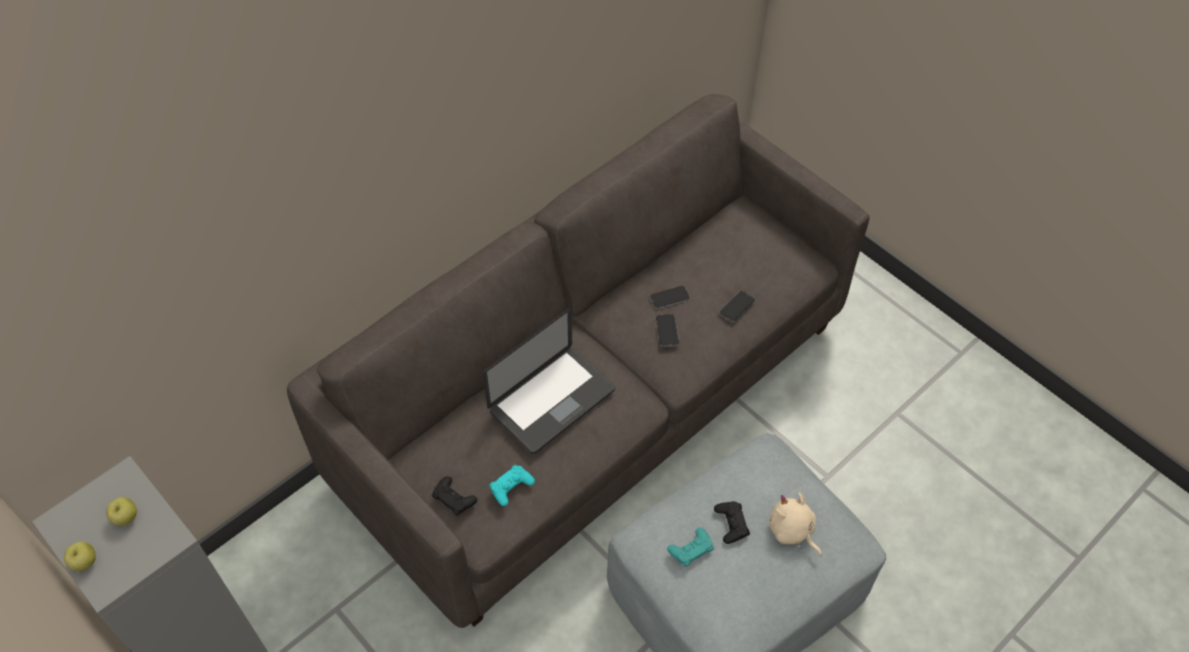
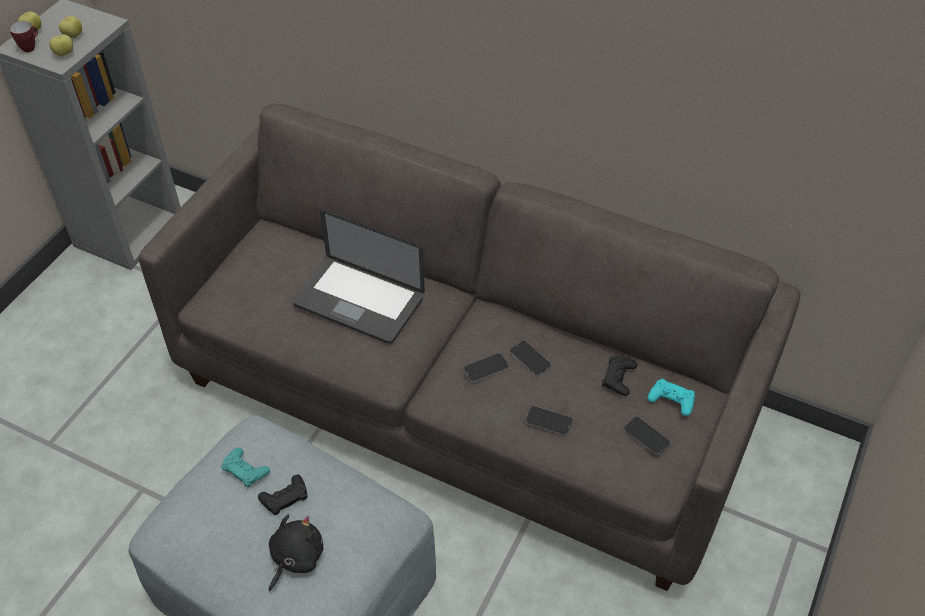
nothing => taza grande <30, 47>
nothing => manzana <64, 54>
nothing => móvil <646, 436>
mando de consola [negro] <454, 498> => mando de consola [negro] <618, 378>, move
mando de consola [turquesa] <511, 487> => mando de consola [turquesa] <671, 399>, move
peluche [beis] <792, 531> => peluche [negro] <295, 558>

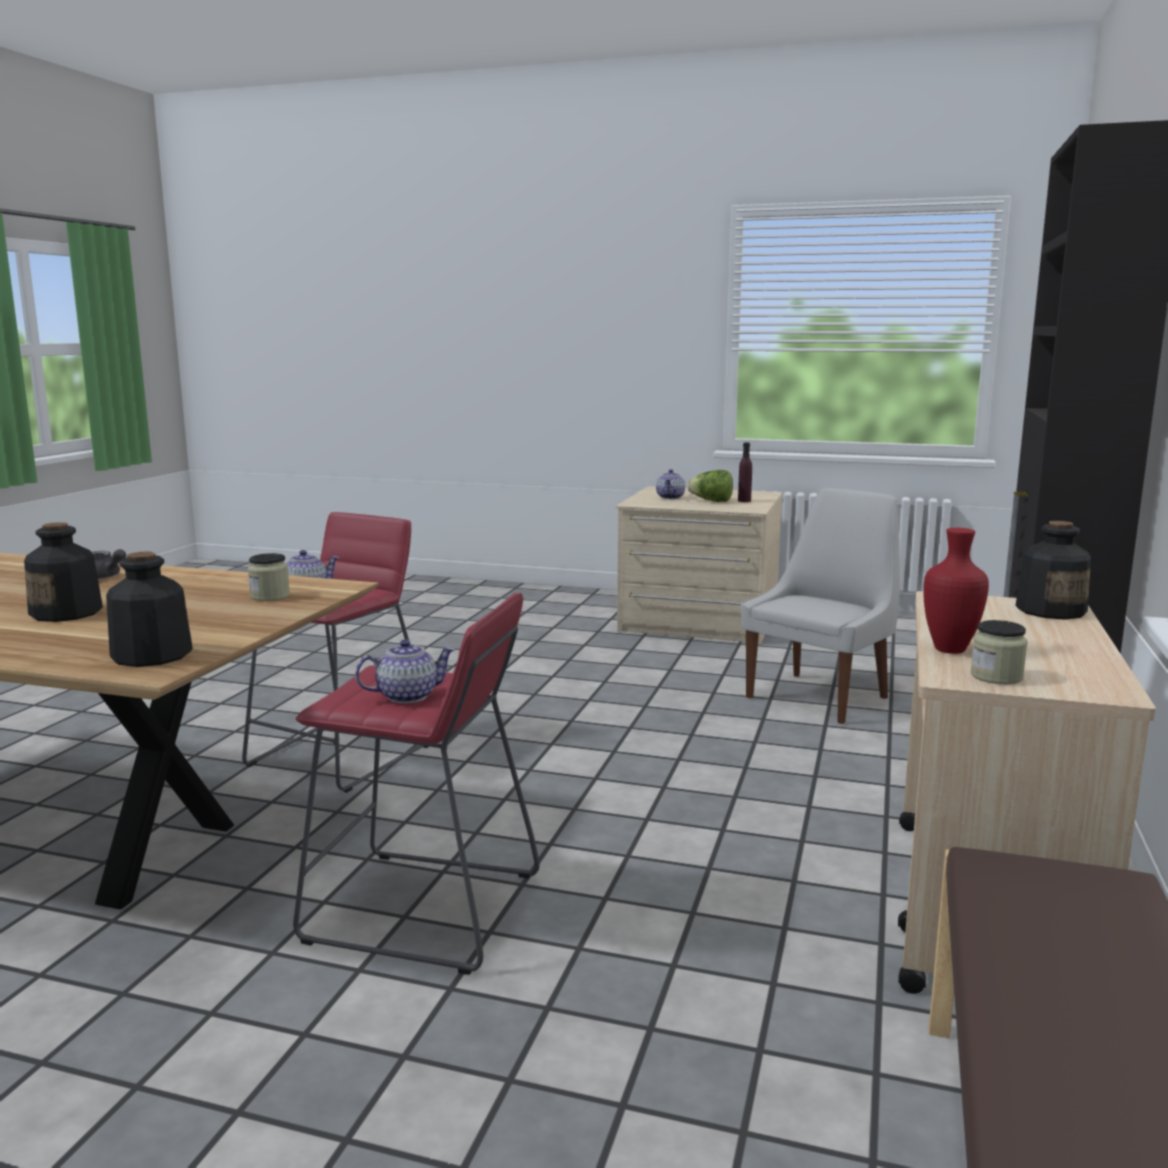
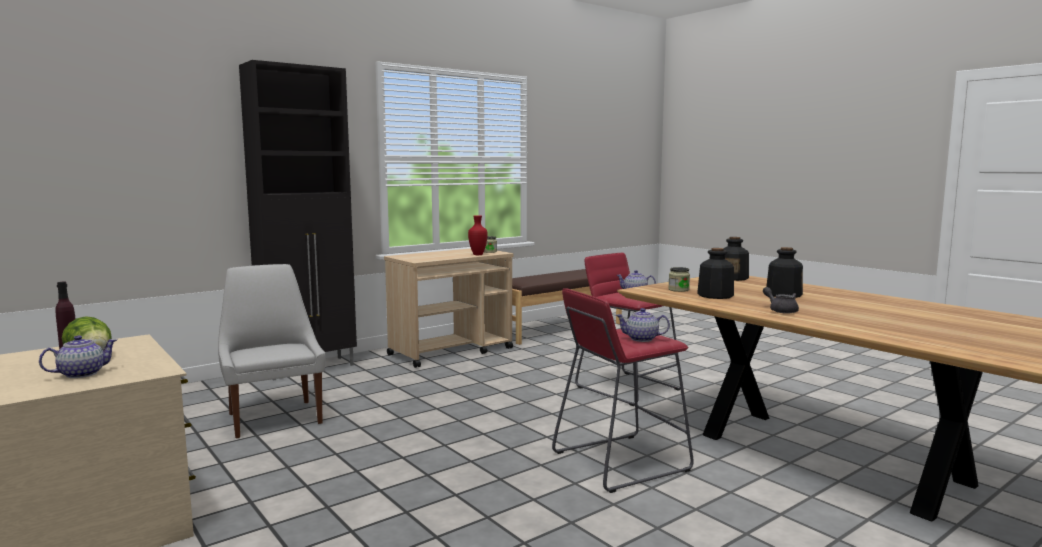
botella <1050, 610> => botella <715, 295>, move
silla [blanco] <820, 696> => silla [blanco] <274, 417>, 75 degrees clockwise

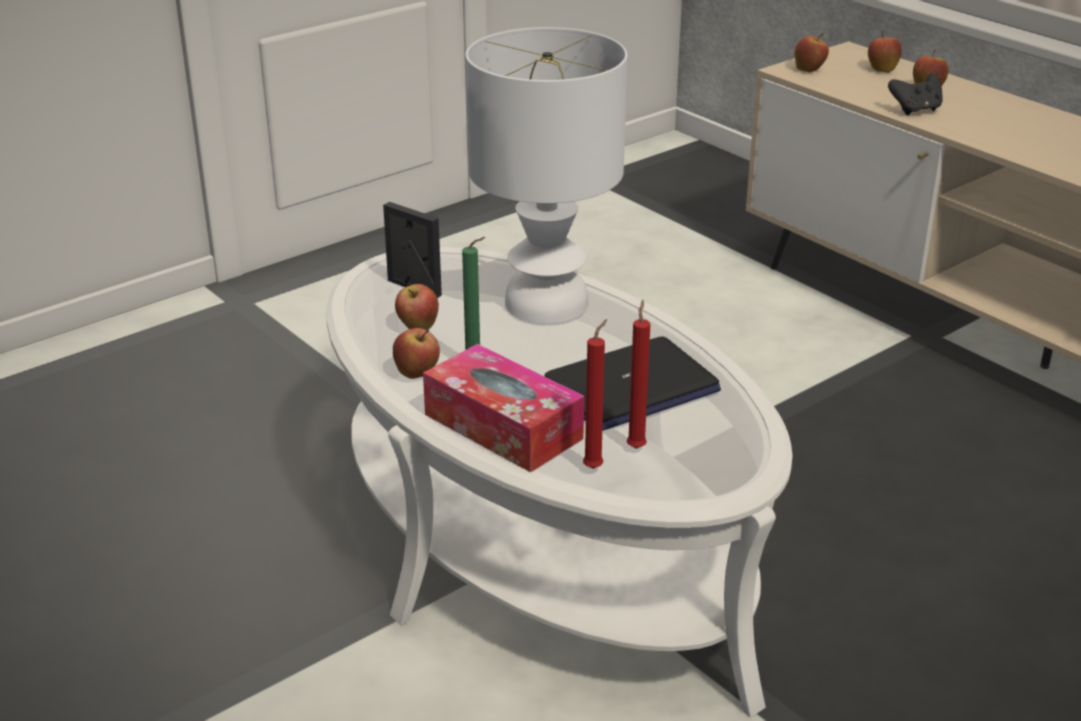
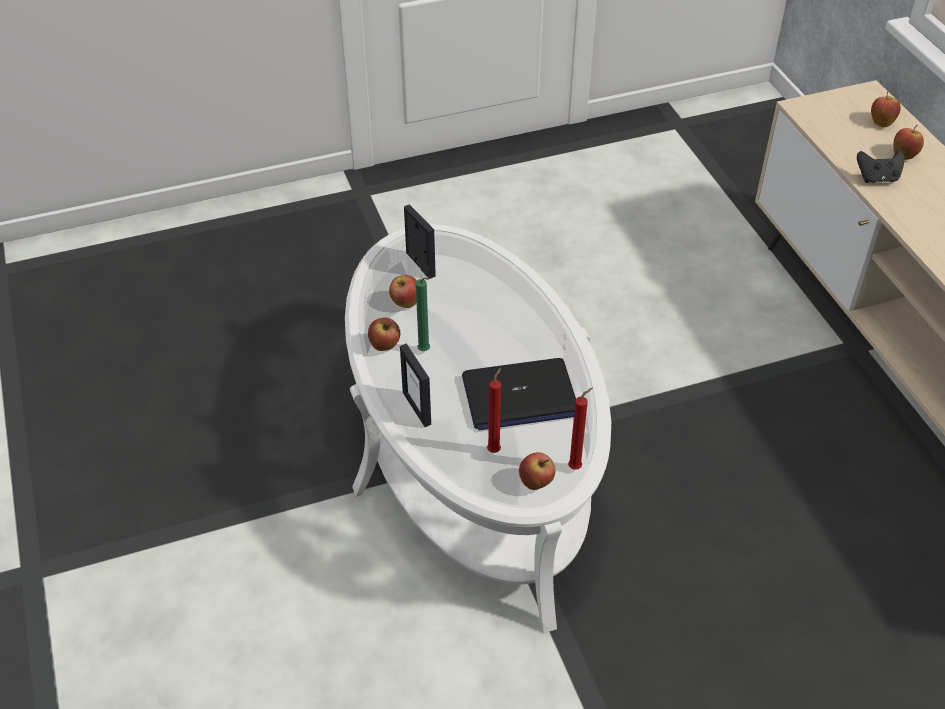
lámpara de mesa [blanco] <546, 304> => nothing
vela [rojo] <595, 467> => vela [rojo] <576, 467>, move
manzana <809, 70> => manzana <536, 483>, move
caja de pañuelos <503, 426> => portarretratos <417, 408>

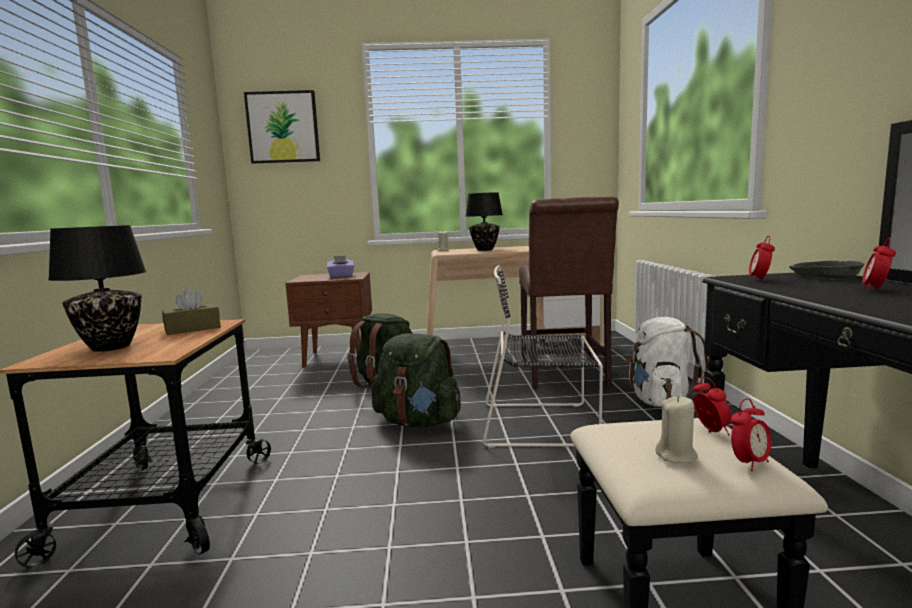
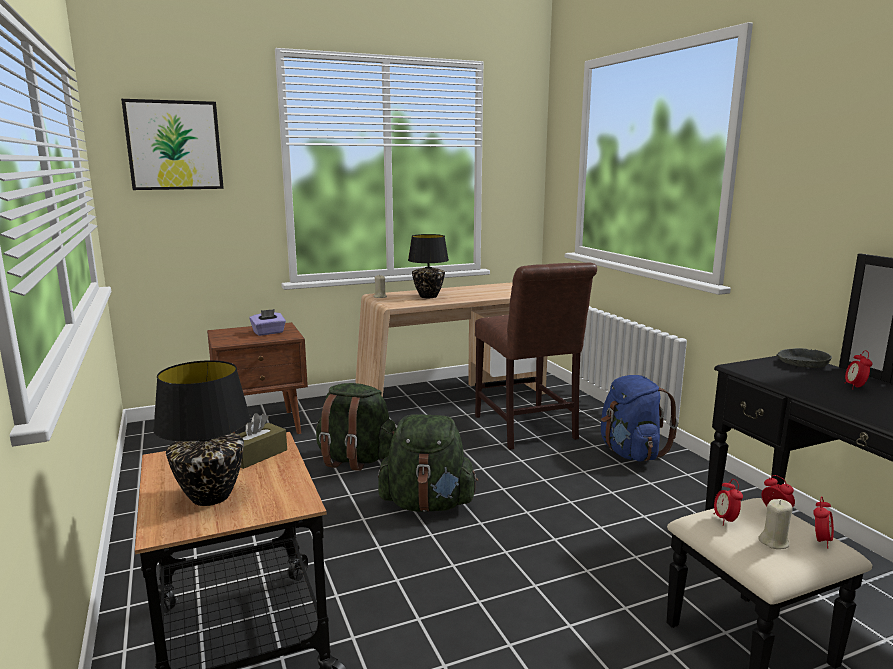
silla [negro] <542, 424> => nothing
despertador <759, 280> => despertador <725, 520>, move
mochila [blanco] <660, 401> => mochila [azul] <630, 453>

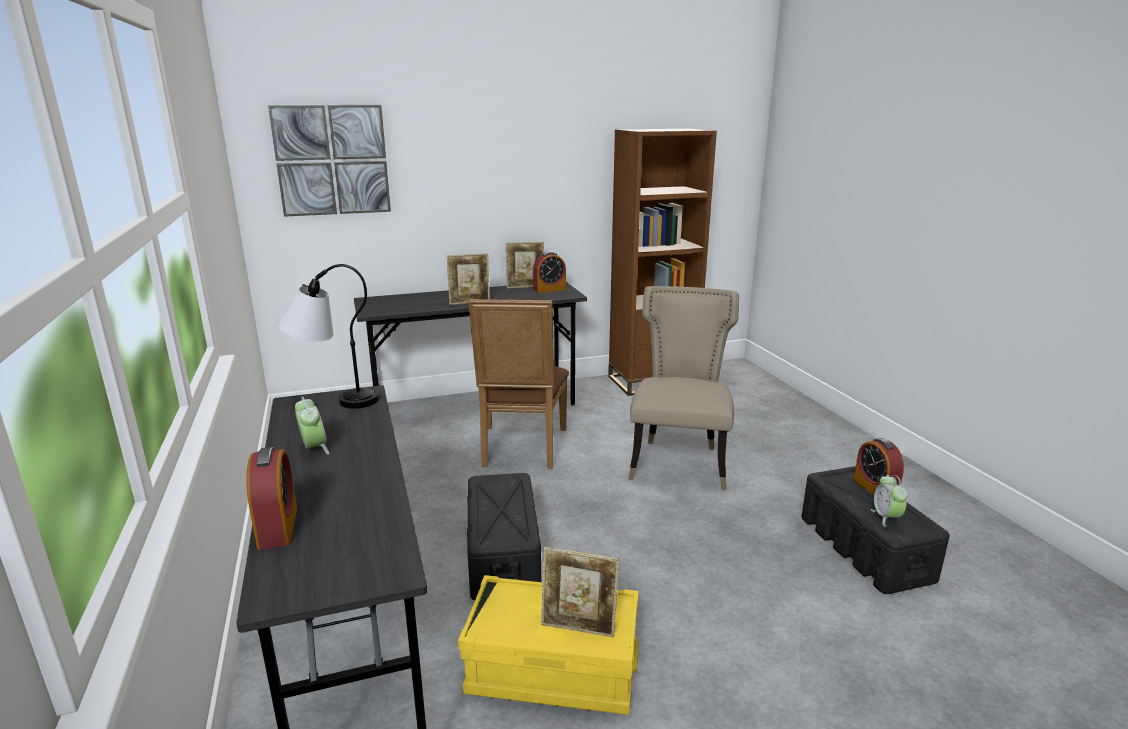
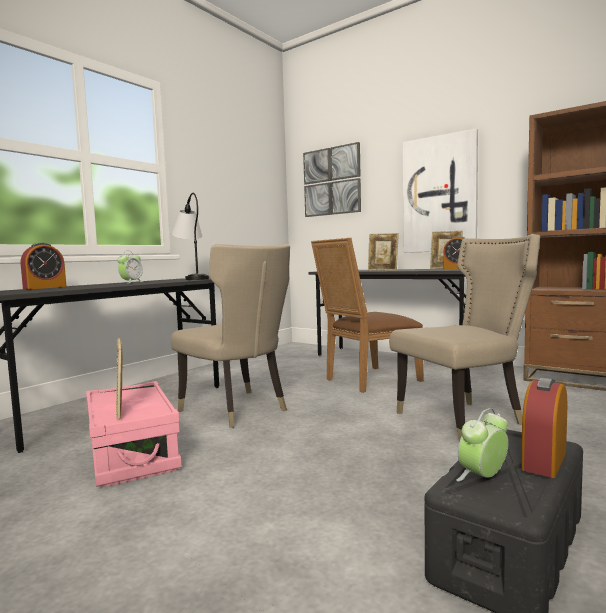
nothing => cuadro <439, 194>
caja de almacenaje [negro] <503, 556> => silla [beis] <238, 410>
caja de almacenaje [amarillo] <553, 670> => caja de almacenaje [rosa] <132, 454>

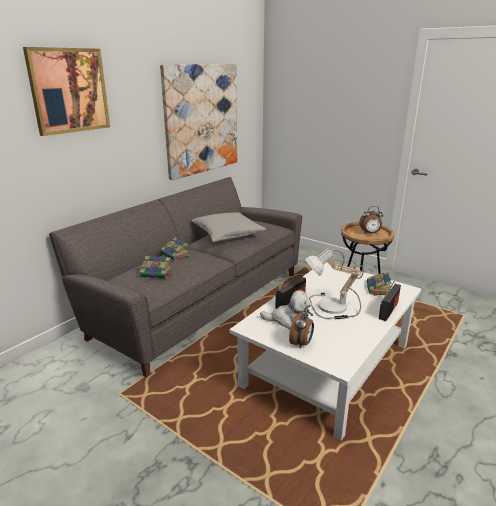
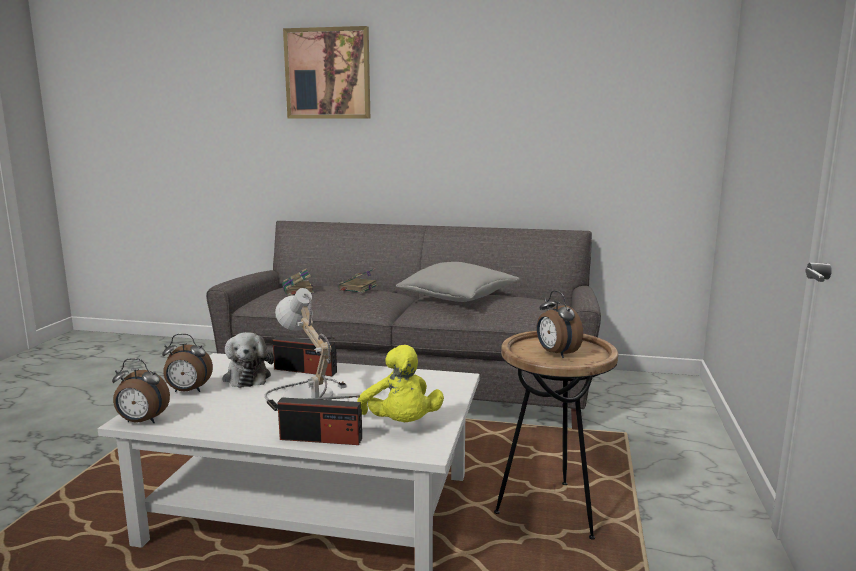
cuadro <202, 119> => nothing
nothing => despertador <142, 421>
libro <378, 289> => peluche [amarillo] <401, 424>

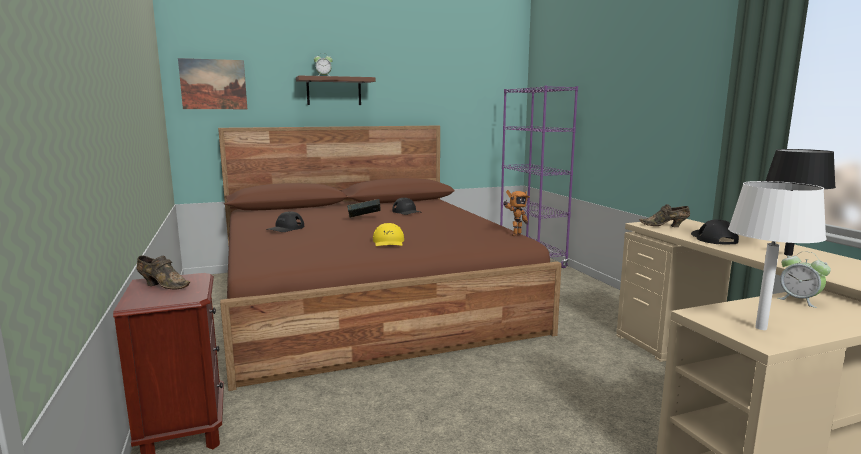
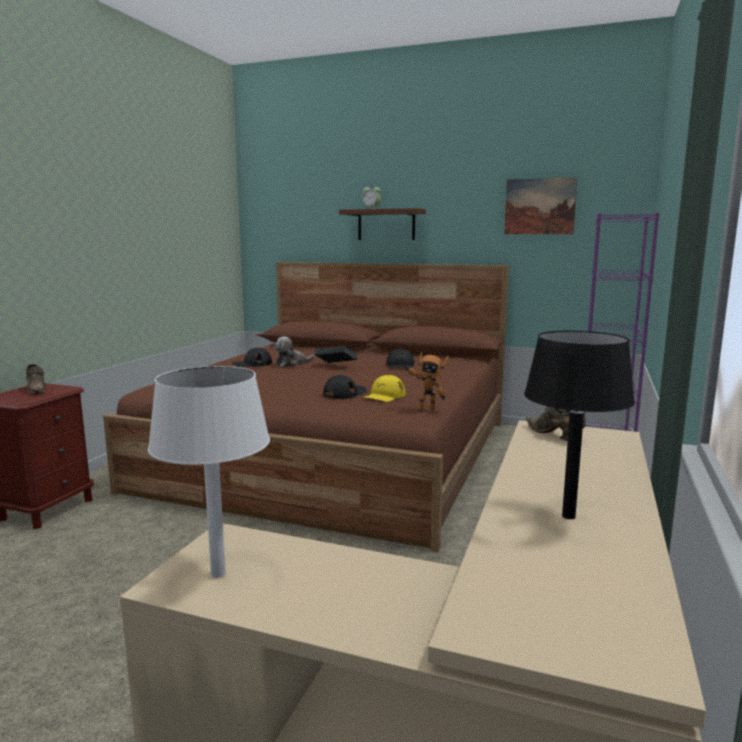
despertador <799, 300> => nothing
nothing => peluche <292, 364>
cuadro <213, 84> => cuadro <540, 206>, move
gorra [amarillo] <388, 242> => gorra [amarillo] <384, 396>, move
gorra [negro] <713, 238> => gorra [negro] <345, 393>, move

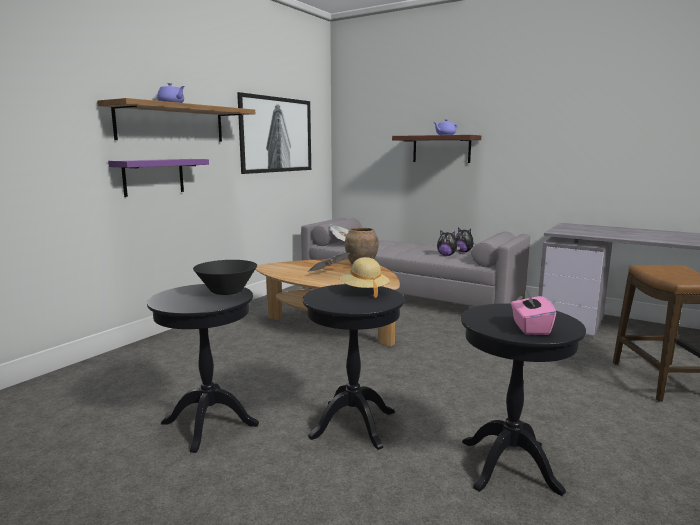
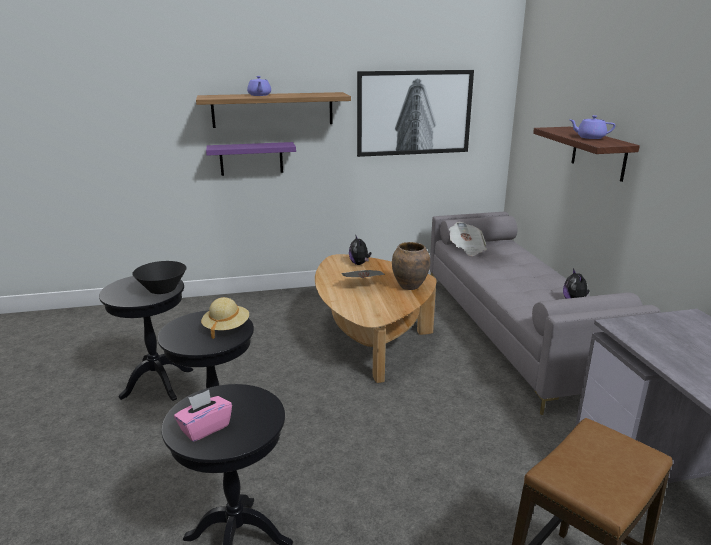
peluche <447, 255> => peluche <359, 264>, move

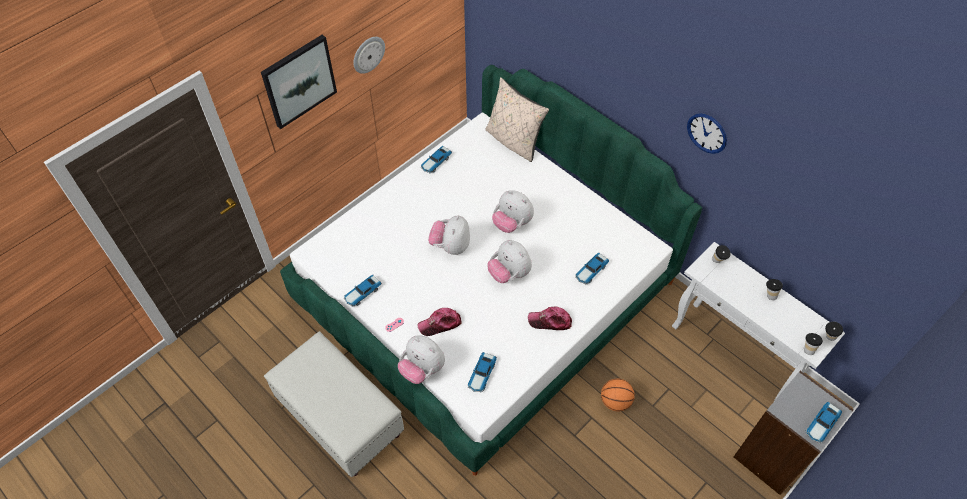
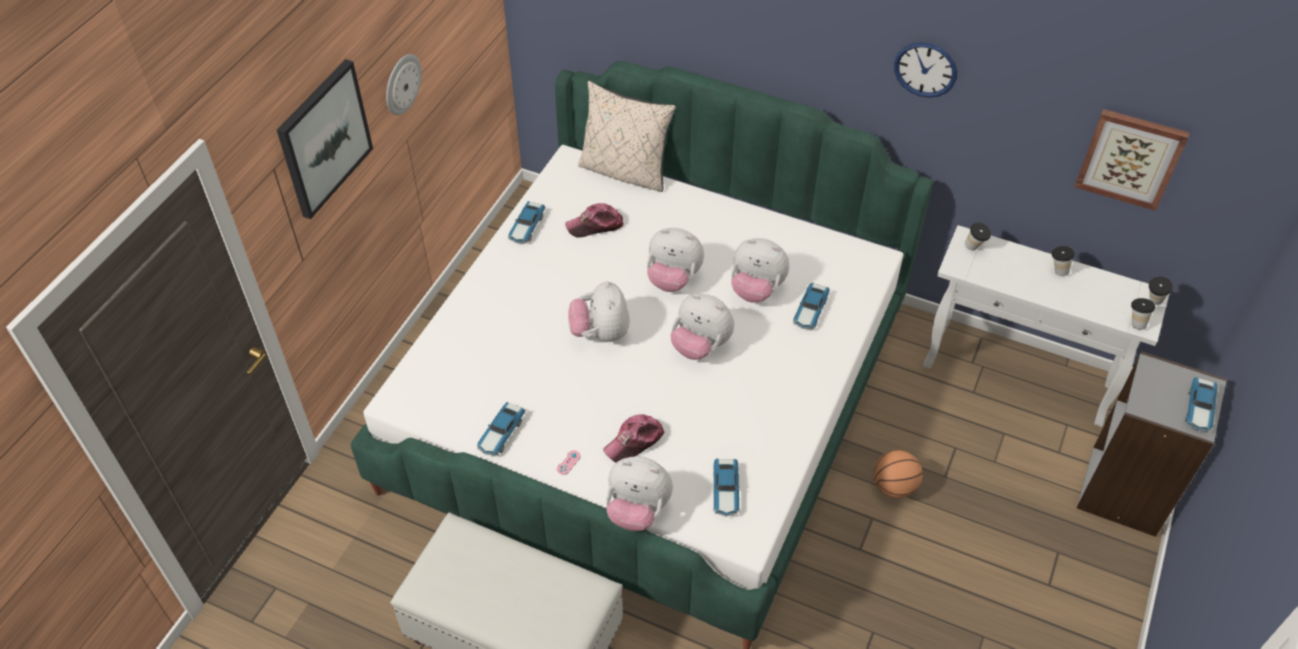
nothing => peluche <756, 289>
nothing => cuadro <1130, 158>
gorra <550, 321> => gorra <595, 225>, move

